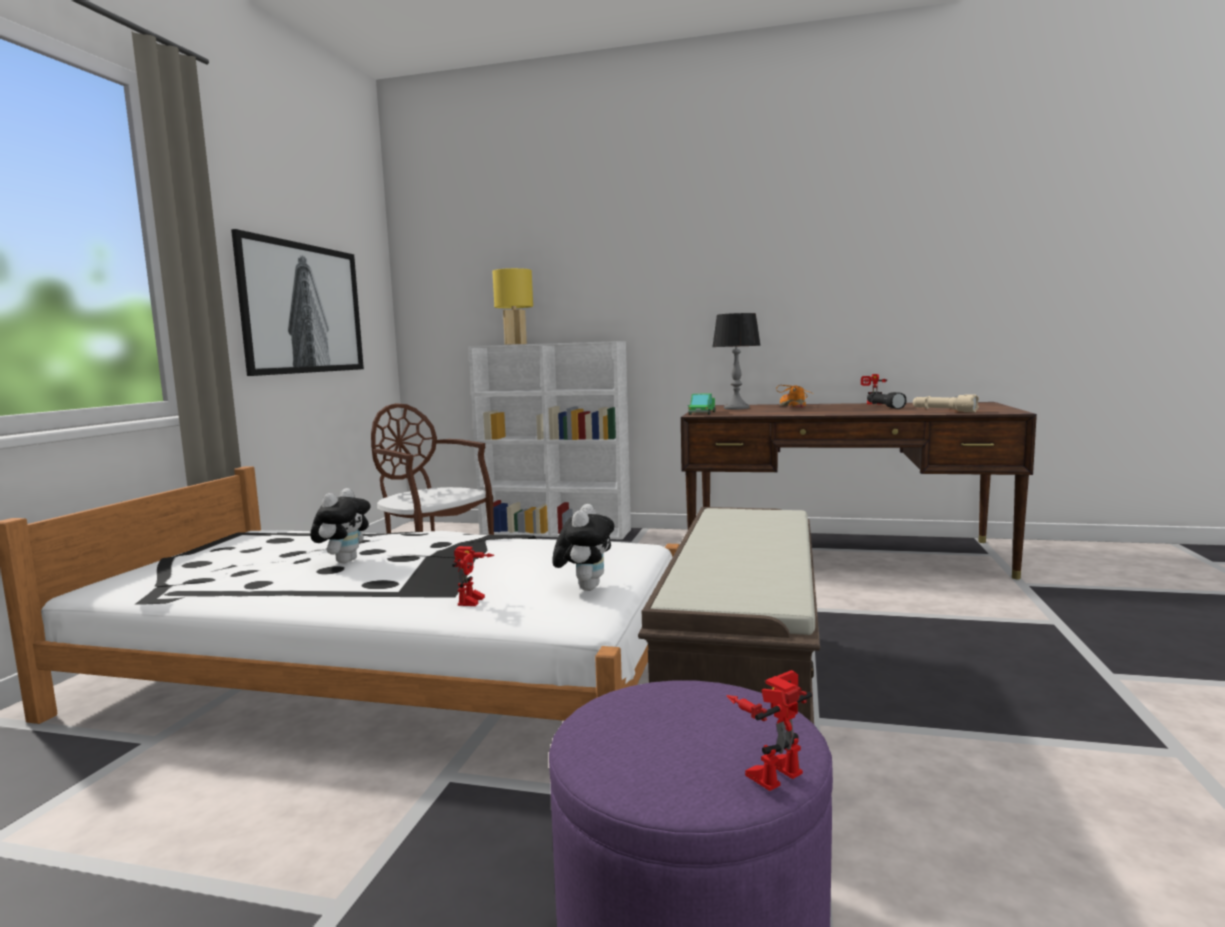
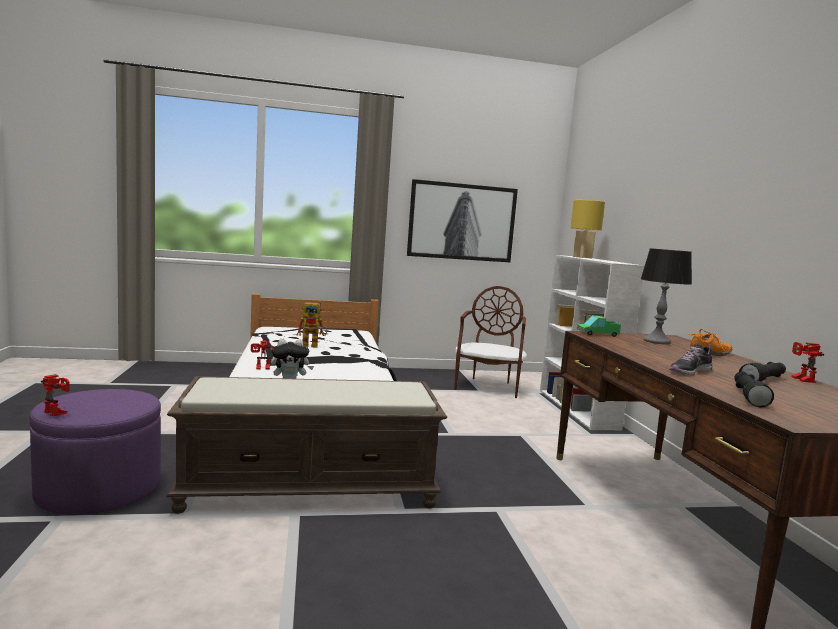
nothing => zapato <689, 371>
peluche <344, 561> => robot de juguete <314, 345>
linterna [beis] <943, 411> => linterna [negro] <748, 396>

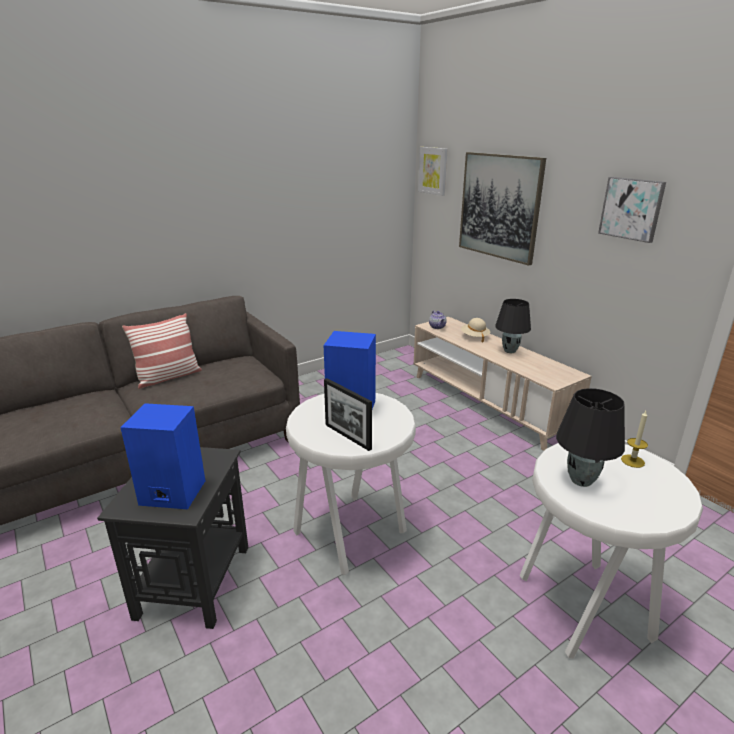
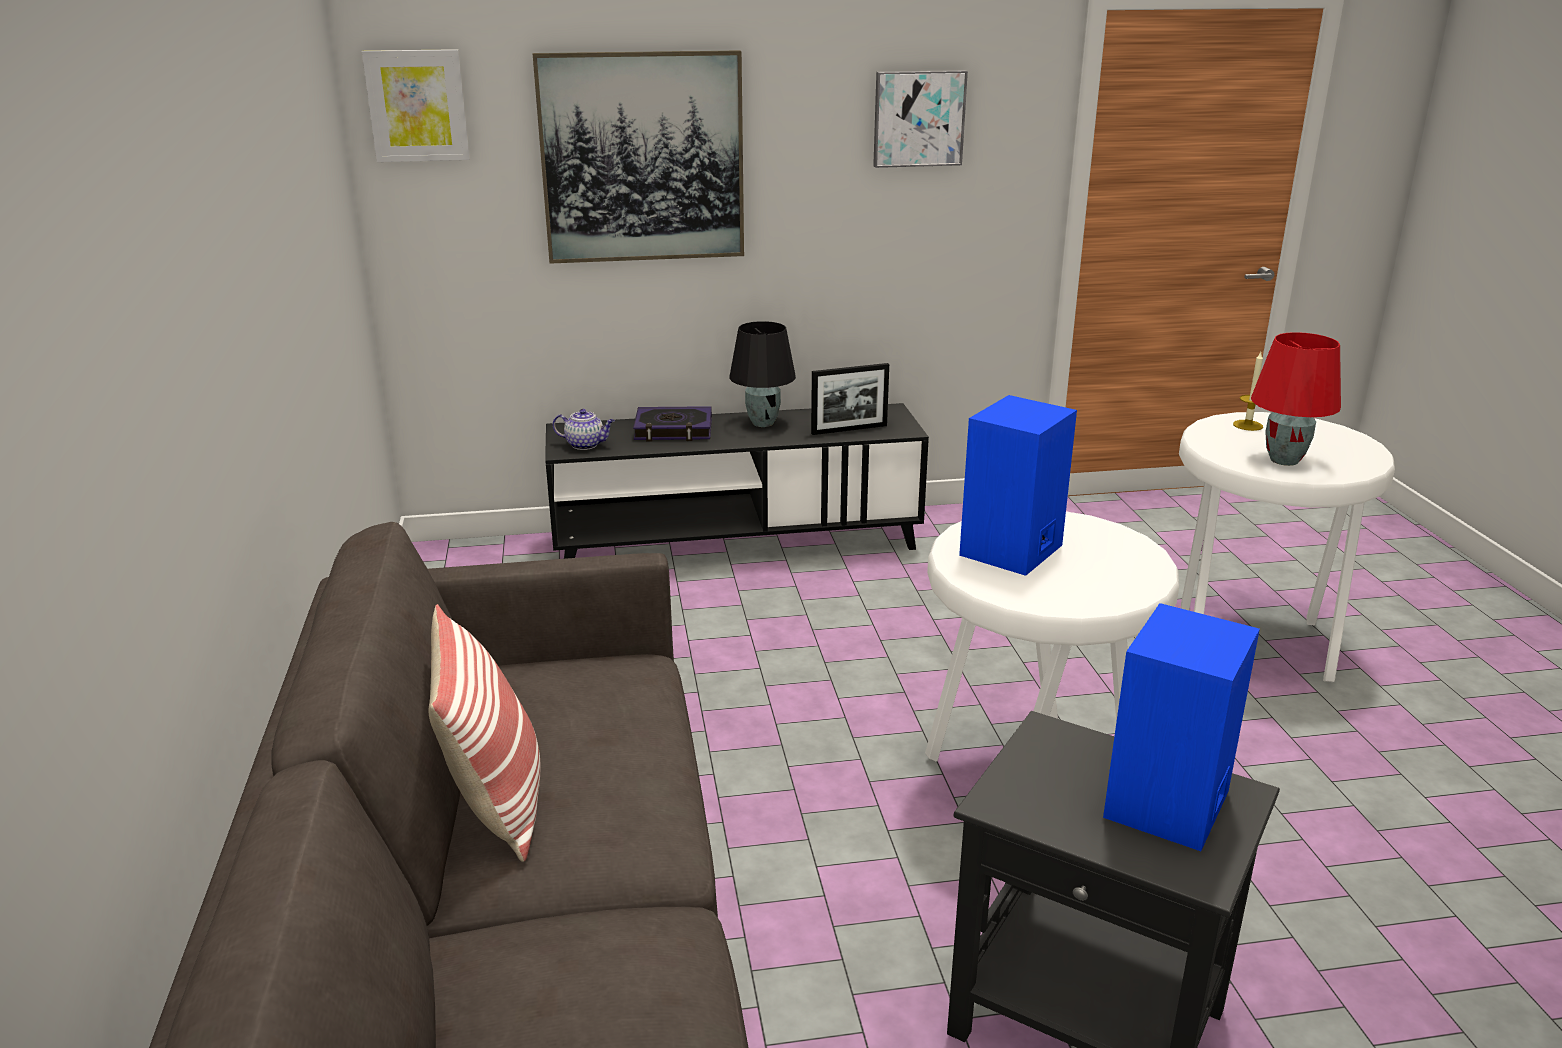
portarretratos <347, 436> => portarretratos <849, 429>, move
sombrero [beis] <474, 337> => libro <673, 430>
mueble de televisión [beis] <487, 403> => mueble de televisión [negro] <736, 543>
lámpara de mesa [negro] <582, 481> => lámpara de mesa [rojo] <1285, 460>

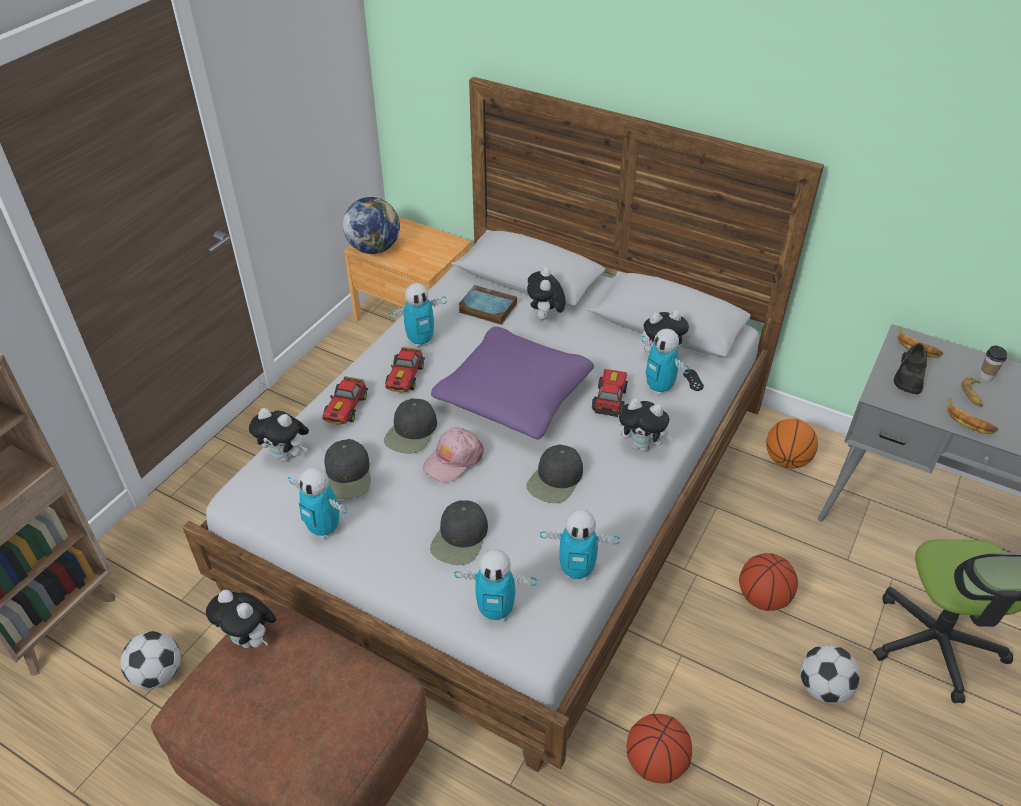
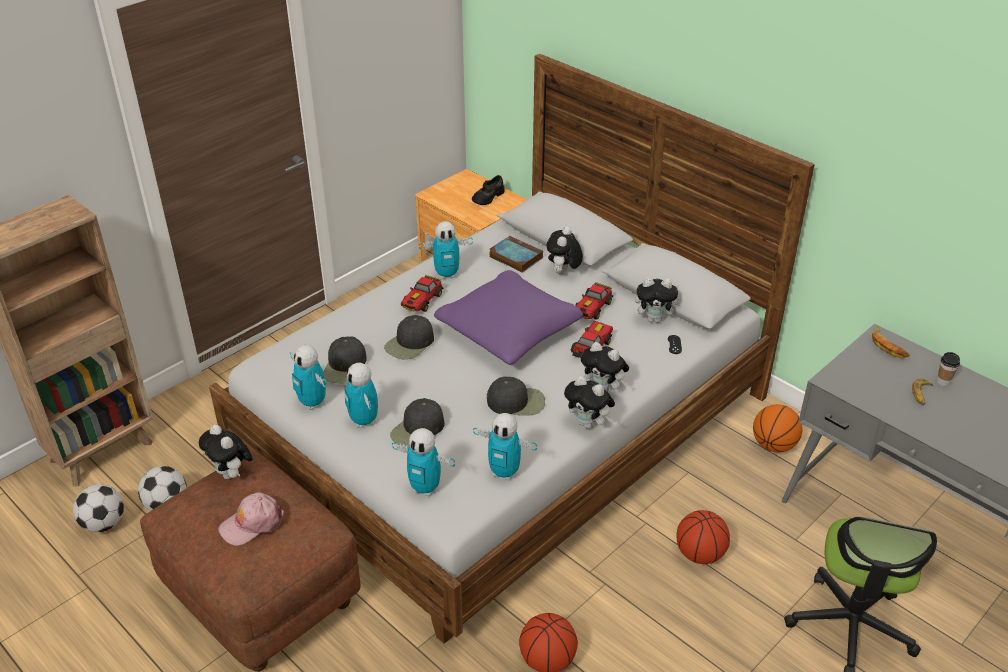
globo terráqueo <374, 248> => nothing
plátano <968, 420> => nothing
peluche <286, 456> => peluche <589, 424>, move
coche de juguete <345, 409> => coche de juguete <592, 309>, move
gorra [rosa] <453, 459> => gorra [rosa] <252, 523>, move
robot de juguete <659, 388> => robot de juguete <364, 421>, move
balón de fútbol <823, 687> => balón de fútbol <104, 523>, move
zapato [negro] <909, 377> => zapato [negro] <487, 197>, move
gorra [negro] <555, 480> => gorra [negro] <516, 401>, 135 degrees counterclockwise

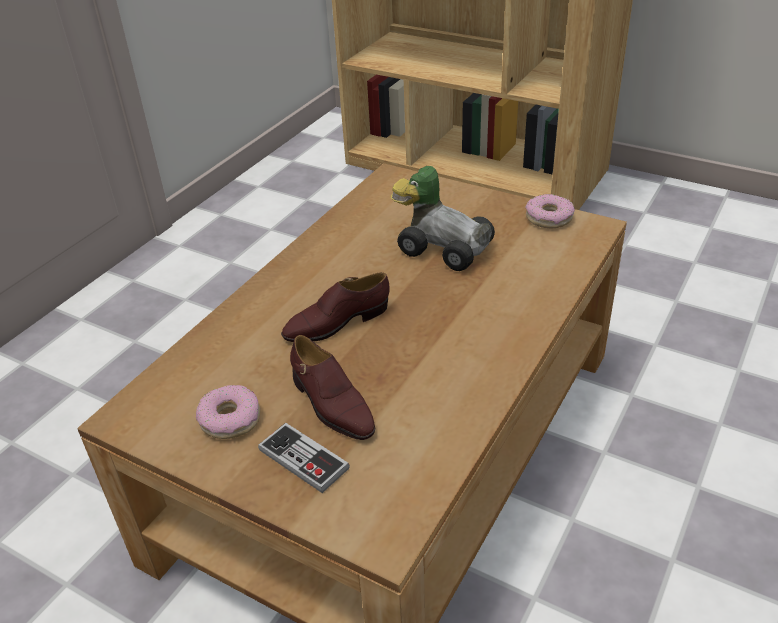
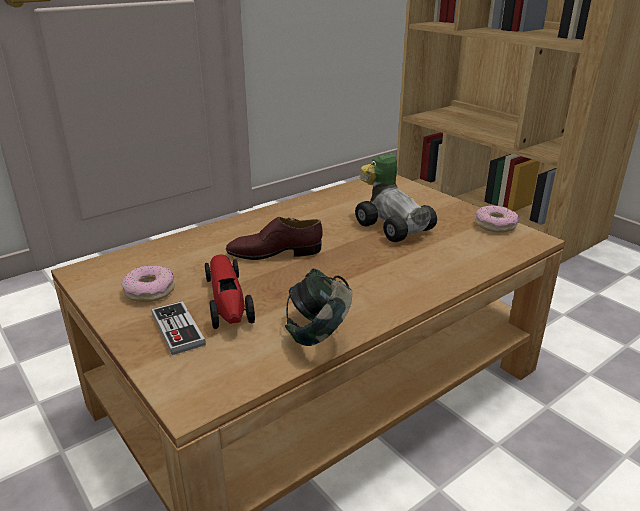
nothing => auriculares <318, 333>
zapato [marrón] <331, 405> => coche de juguete <228, 301>

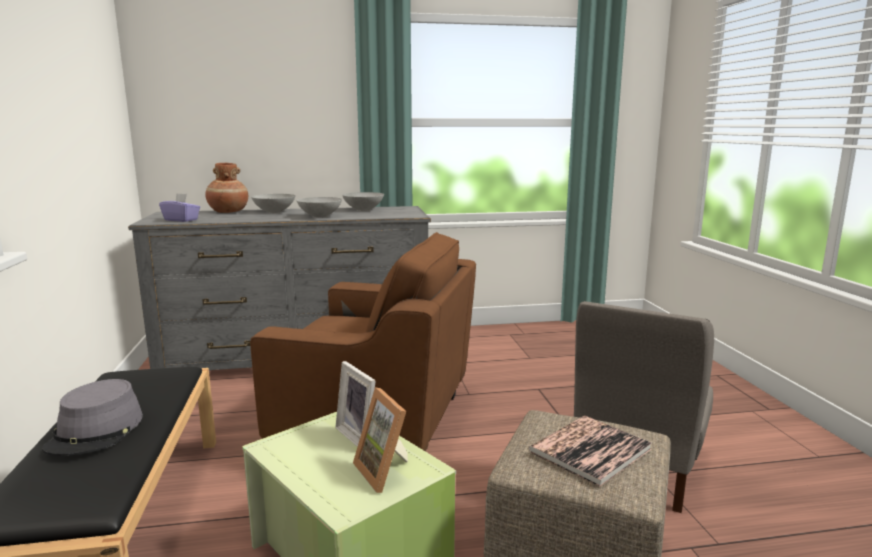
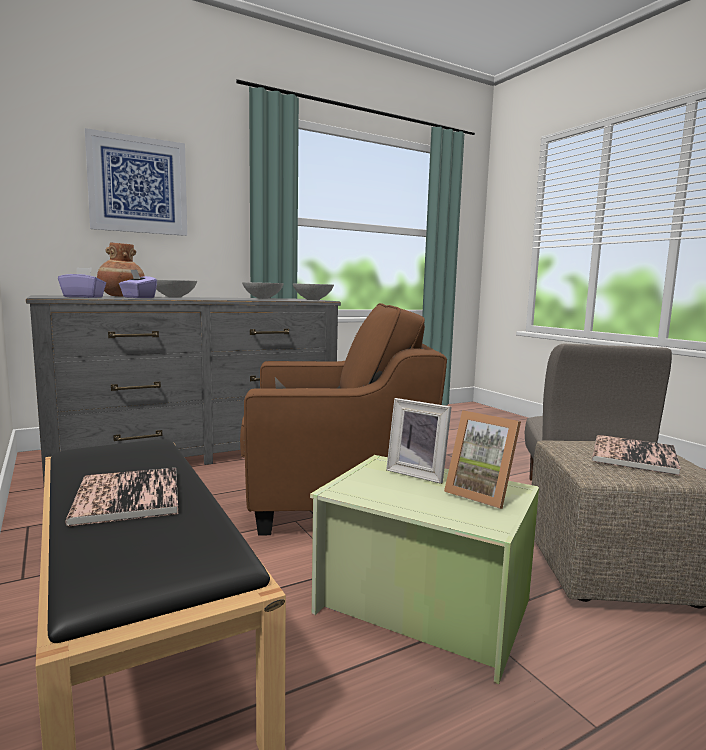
nothing => cuadro <138, 185>
nothing => caja de pañuelos [morado] <138, 297>
cuenco [gris] <319, 216> => cuenco [gris] <312, 299>, move
sombrero [gris] <96, 431> => libro <127, 497>

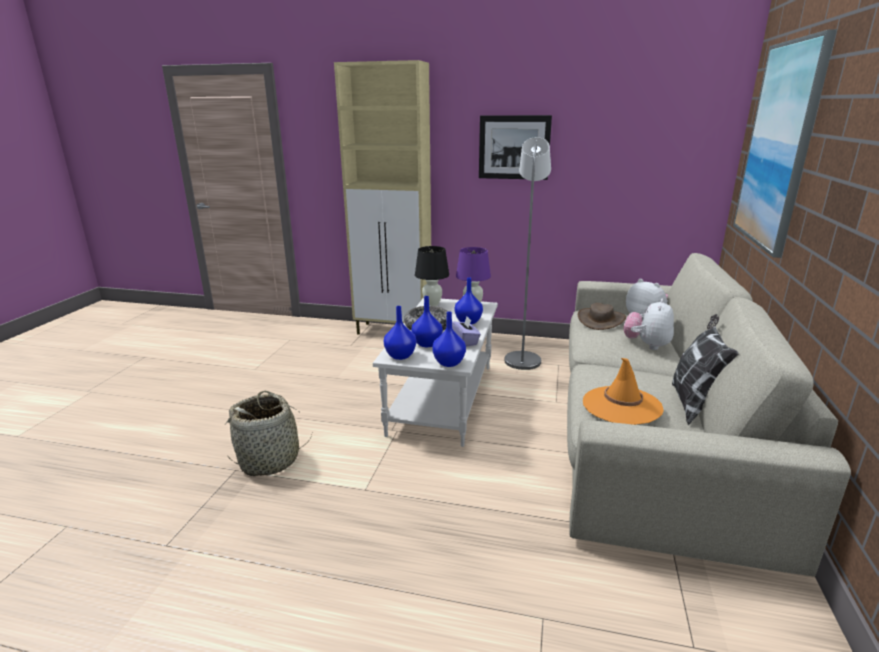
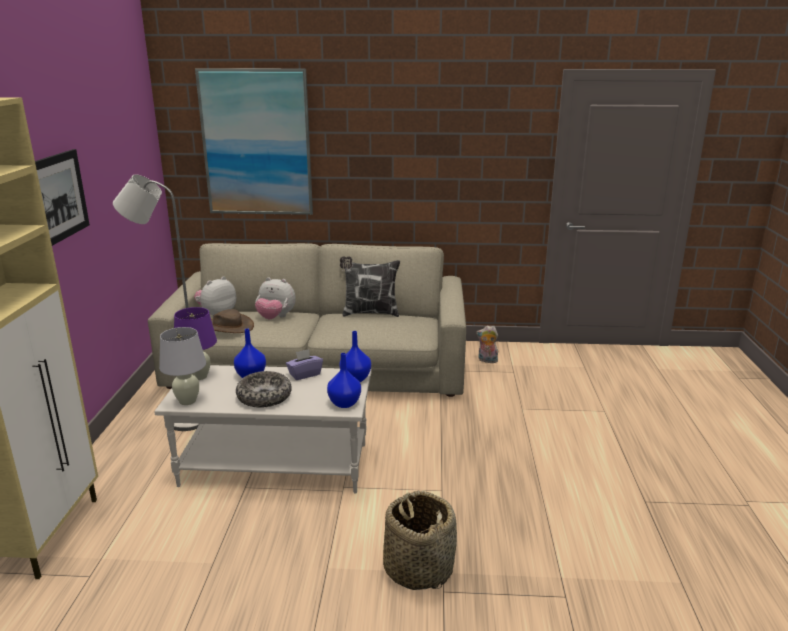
florero [azul] <427, 344> => nothing
sombrero [naranja] <621, 405> => nothing
nothing => peluche <487, 360>
lámpara de mesa [negro] <432, 304> => lámpara de mesa [blanco] <187, 401>

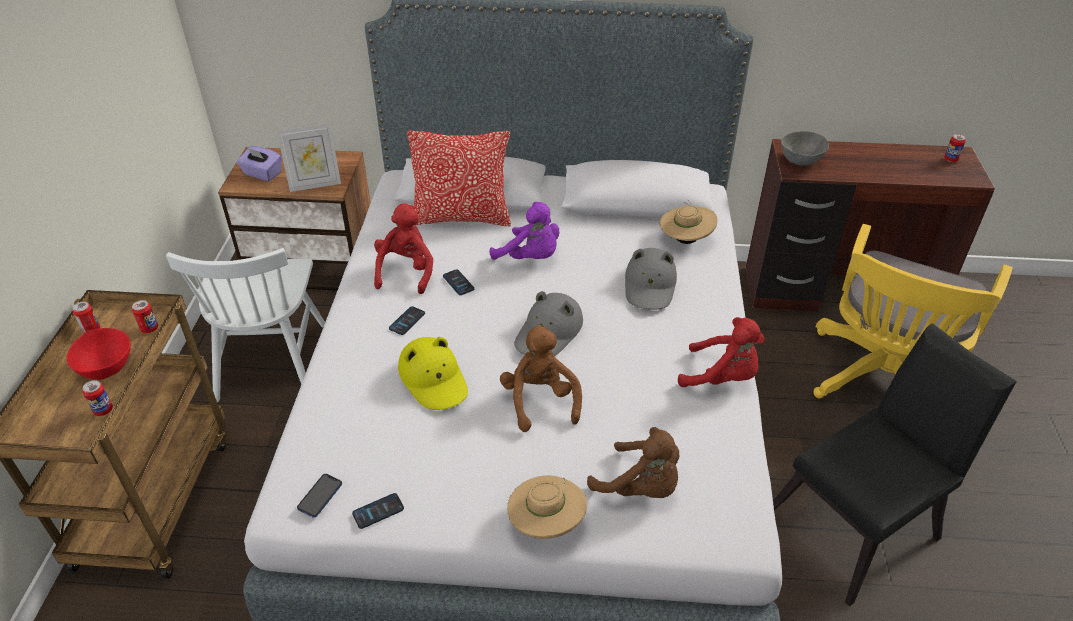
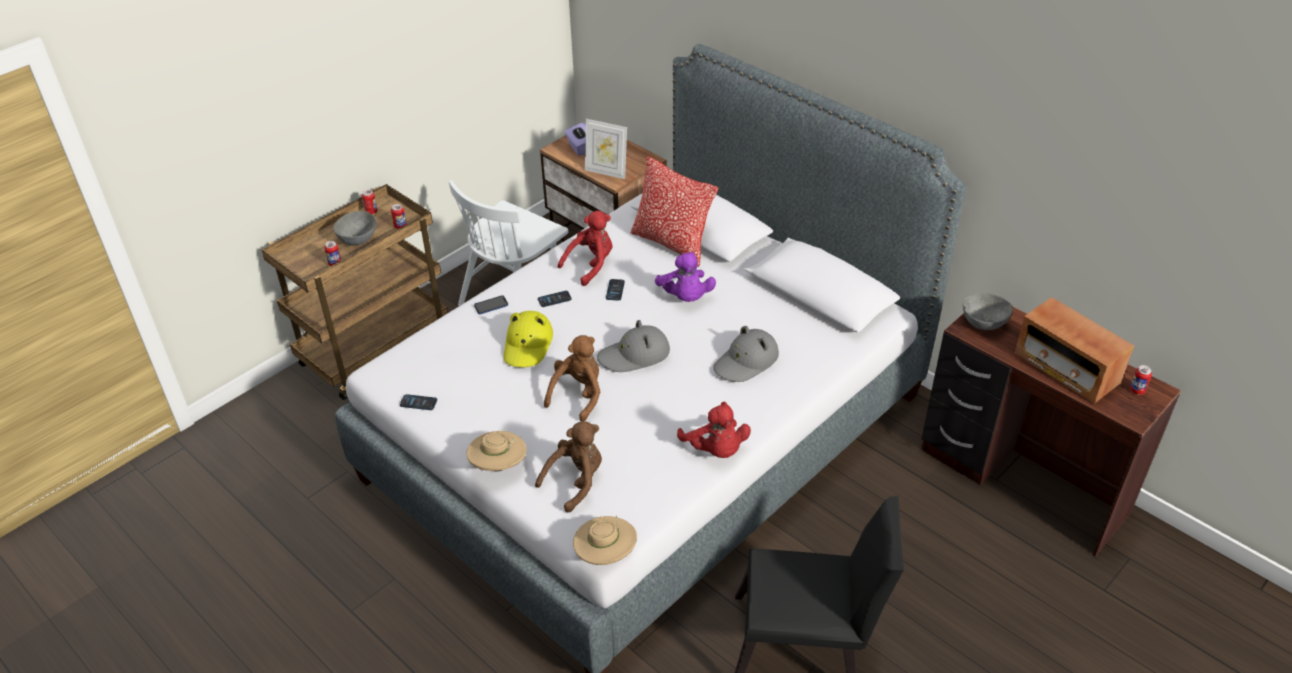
silla de oficina [amarillo] <882, 382> => nothing
nothing => radio <1066, 369>
móvil <320, 496> => móvil <491, 305>, move
sombrero [beis] <685, 240> => sombrero [beis] <606, 555>, move
cuenco [rojo] <108, 367> => cuenco [gris] <359, 239>
peluche [marrón] <640, 487> => peluche [marrón] <576, 481>, 120 degrees counterclockwise

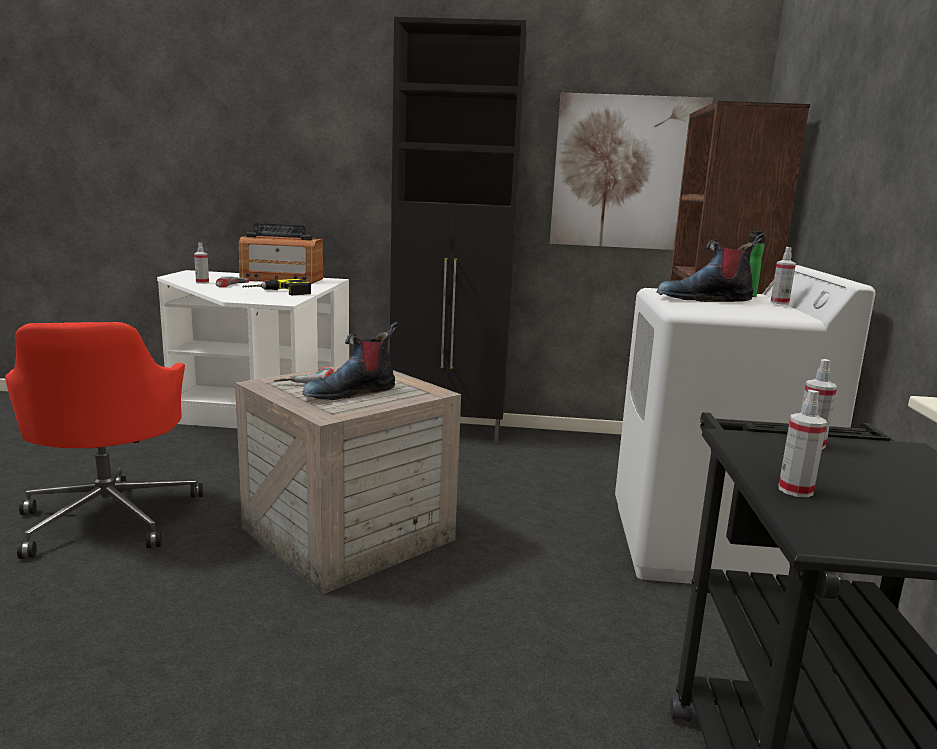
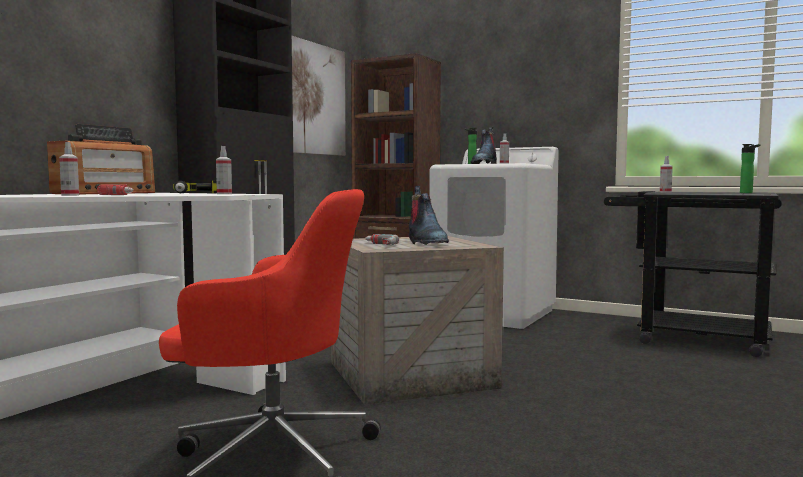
nothing => botella <748, 193>
pulverizador <795, 490> => pulverizador <224, 194>, move

